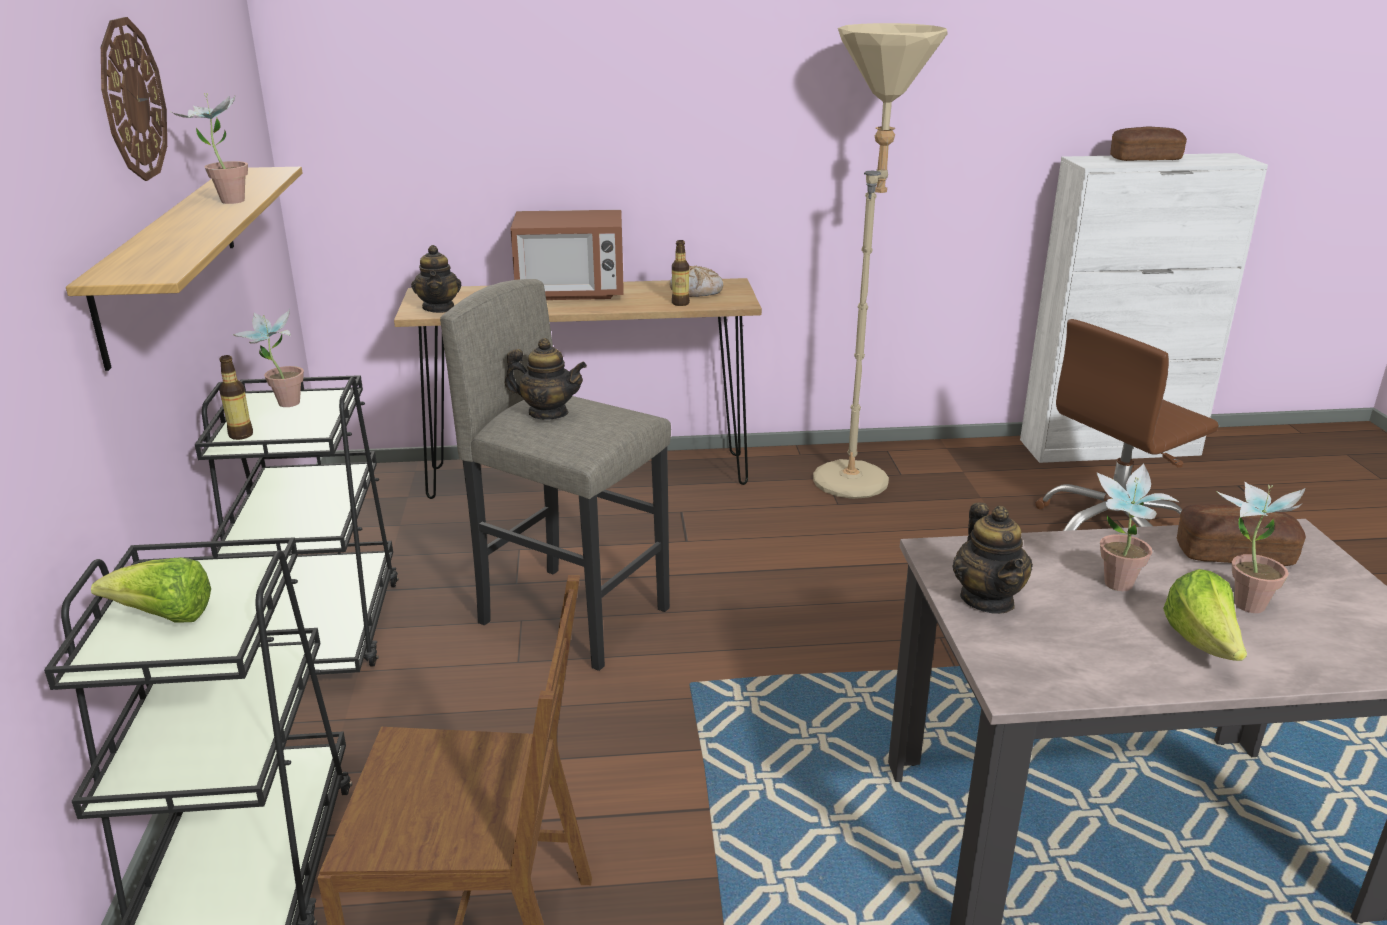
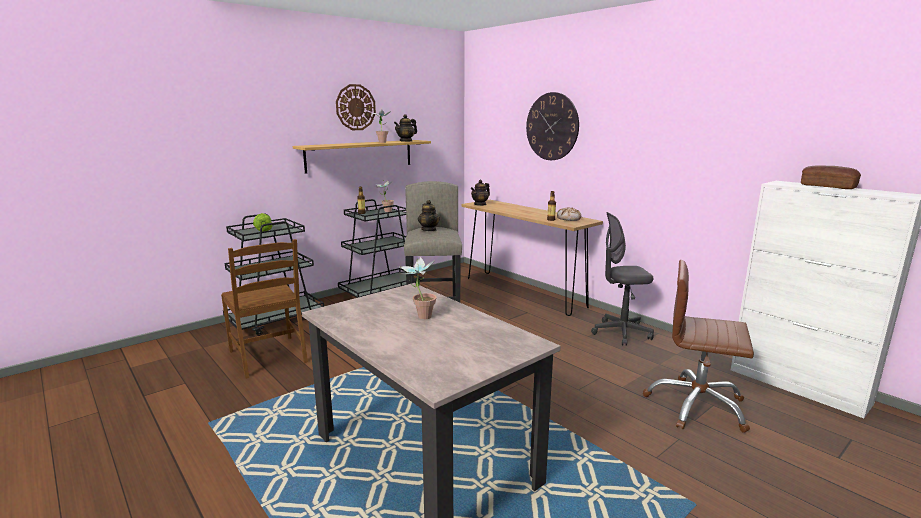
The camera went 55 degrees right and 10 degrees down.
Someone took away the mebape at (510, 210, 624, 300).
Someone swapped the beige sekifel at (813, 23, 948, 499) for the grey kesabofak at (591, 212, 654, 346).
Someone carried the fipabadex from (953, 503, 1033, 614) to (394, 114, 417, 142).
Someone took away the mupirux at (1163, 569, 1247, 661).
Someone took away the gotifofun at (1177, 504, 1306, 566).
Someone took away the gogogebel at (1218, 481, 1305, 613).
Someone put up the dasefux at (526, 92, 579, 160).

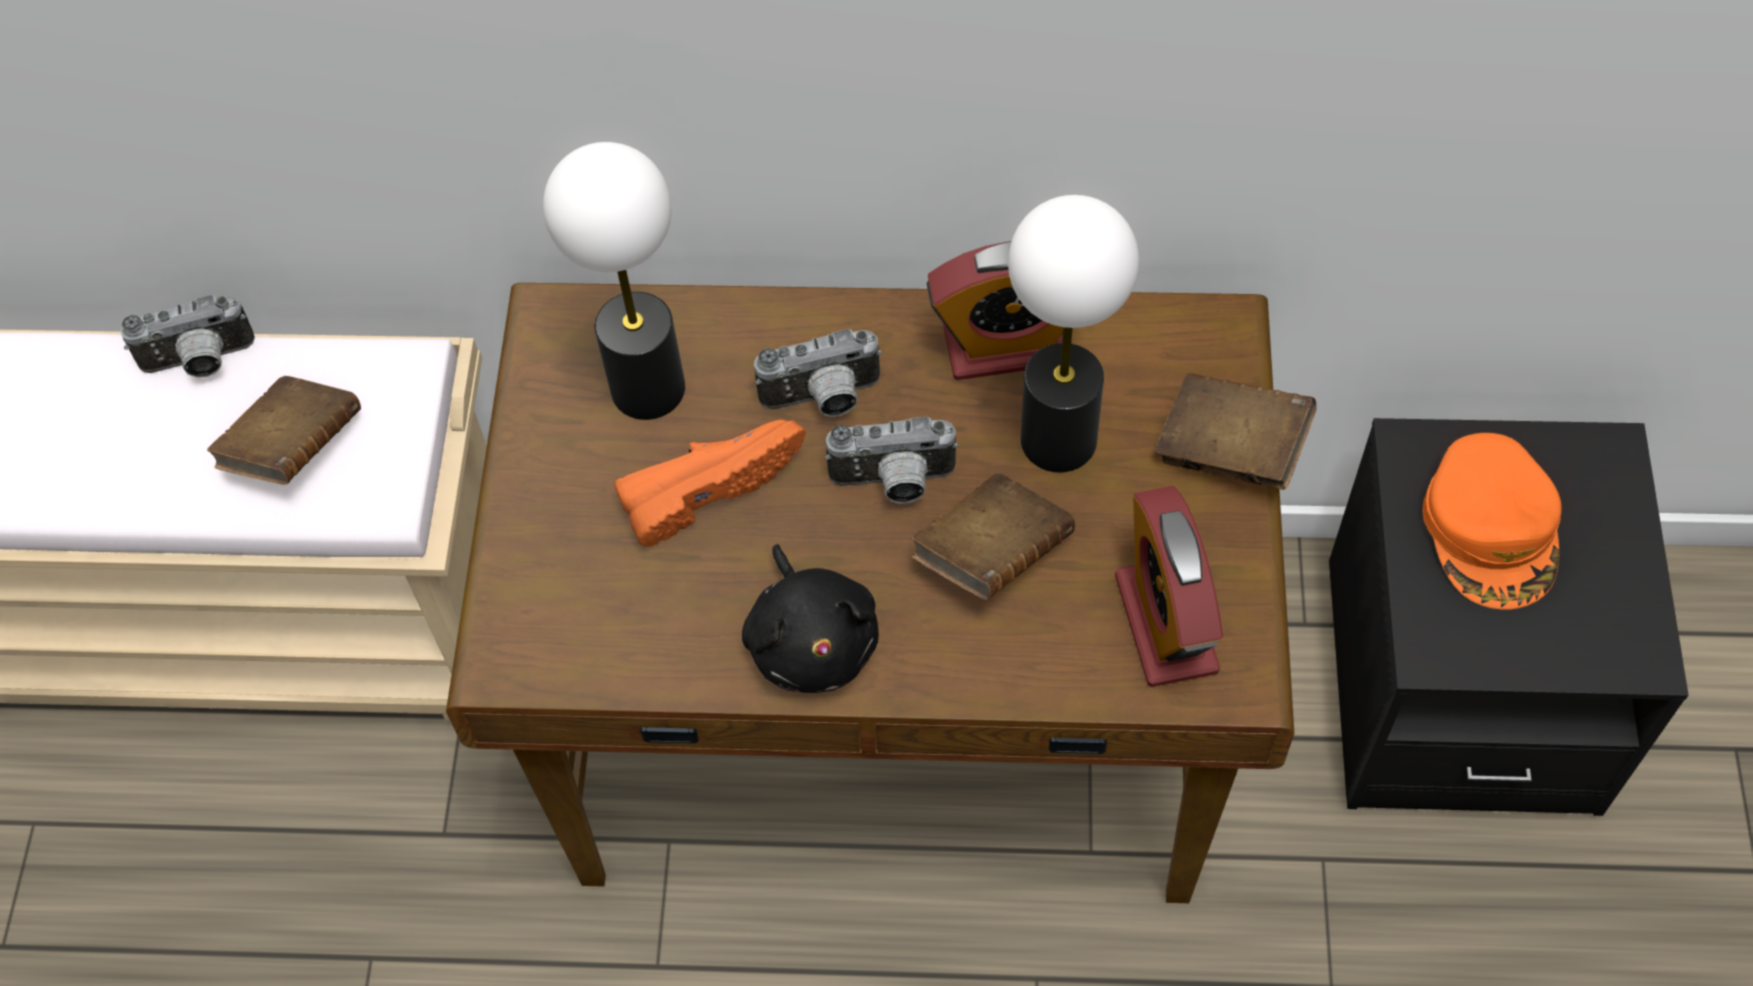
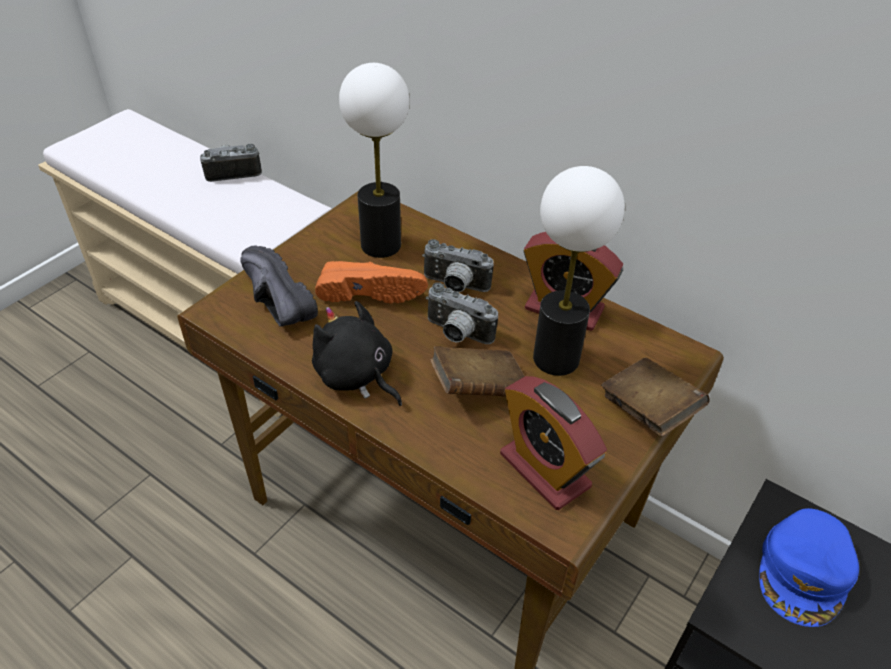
The camera went 30 degrees right and 15 degrees down.
Someone rotated the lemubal at (120, 295, 255, 378) by 150 degrees clockwise.
Someone took away the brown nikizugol at (207, 376, 361, 485).
Someone rotated the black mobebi at (742, 544, 879, 693) by 120 degrees clockwise.
Someone rotated the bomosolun at (1115, 486, 1223, 687) by 60 degrees counterclockwise.
Someone repainted the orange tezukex at (1422, 433, 1562, 610), which became the blue tezukex at (759, 508, 859, 627).
Someone put down the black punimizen at (240, 246, 318, 327).

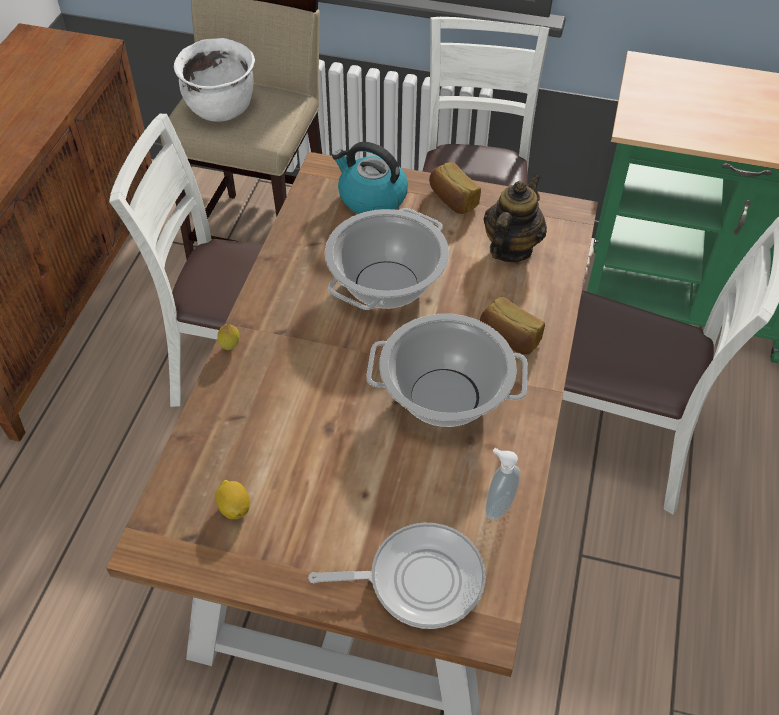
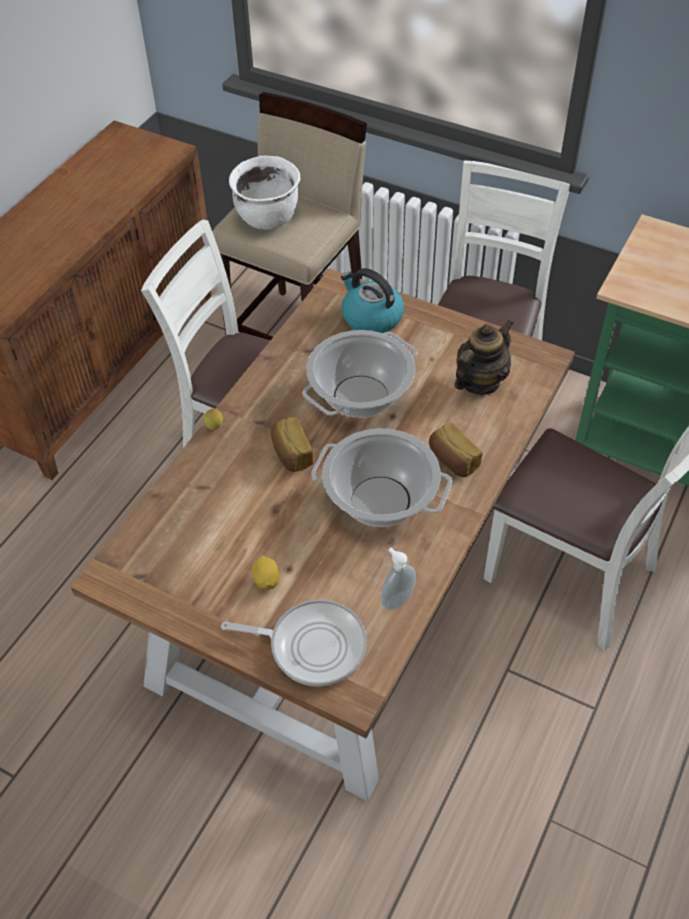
The camera went 15 degrees right and 0 degrees up.
Someone carried the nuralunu from (215, 480, 250, 519) to (252, 556, 280, 590).
Someone carried the gotifofun from (429, 162, 481, 214) to (271, 417, 313, 472).

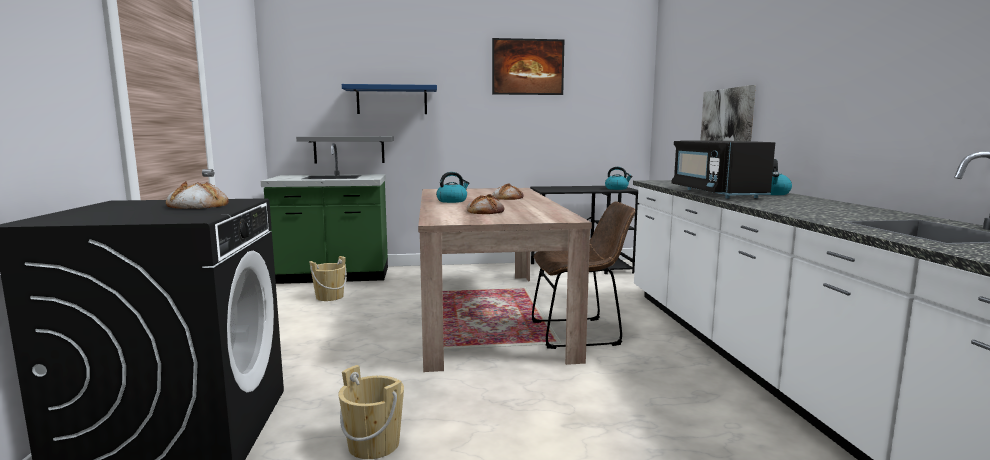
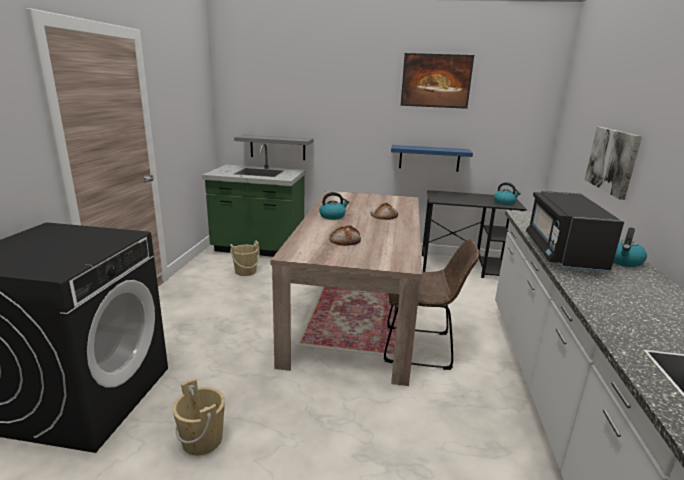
The camera went 15 degrees right and 10 degrees up.
Someone took away the gotifofun at (166, 181, 229, 209).
Someone carried the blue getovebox from (342, 84, 437, 114) to (391, 145, 473, 172).

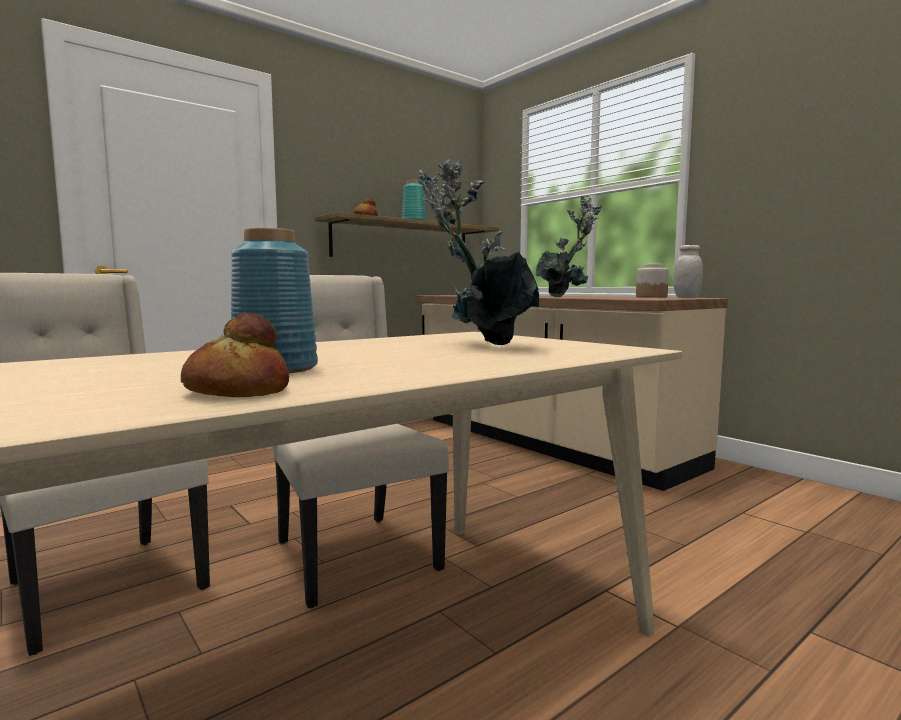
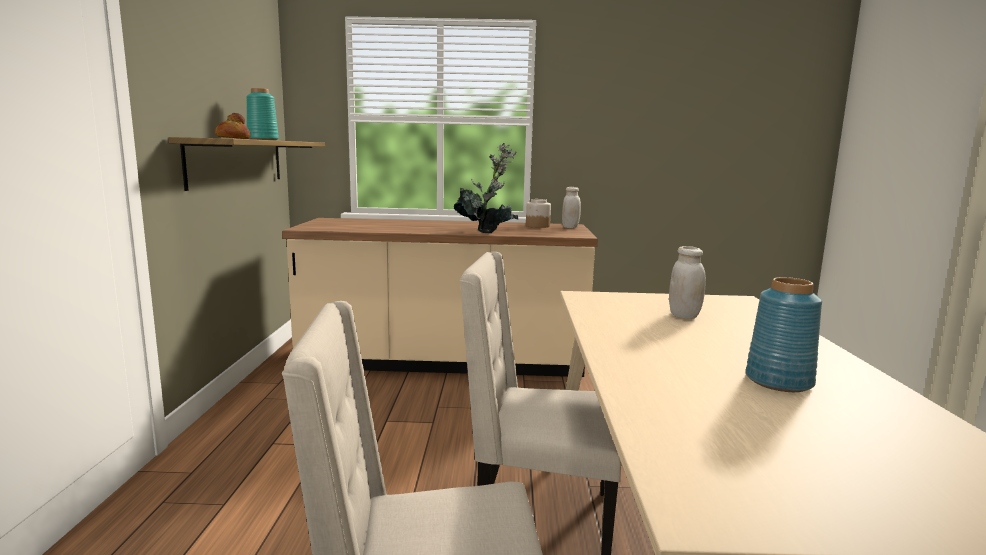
The camera went 50 degrees left and 5 degrees up.
Someone took away the gotifofun at (181, 313, 289, 397).
Someone swapped the gogogebel at (418, 160, 539, 345) for the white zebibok at (669, 246, 706, 319).

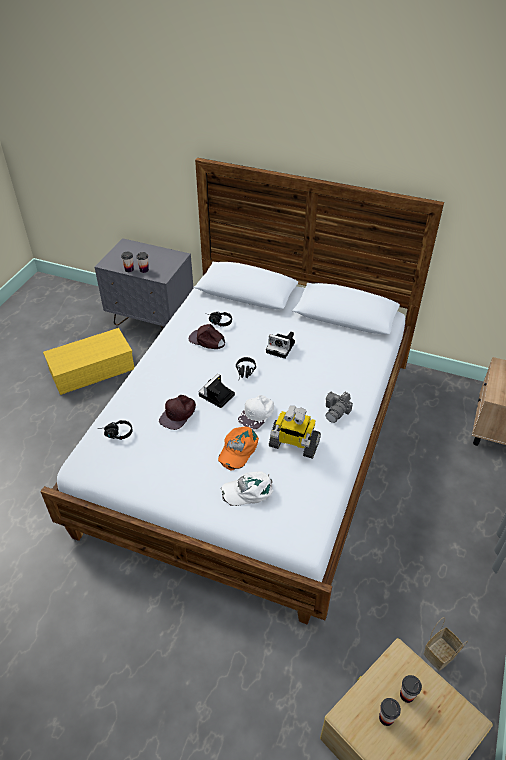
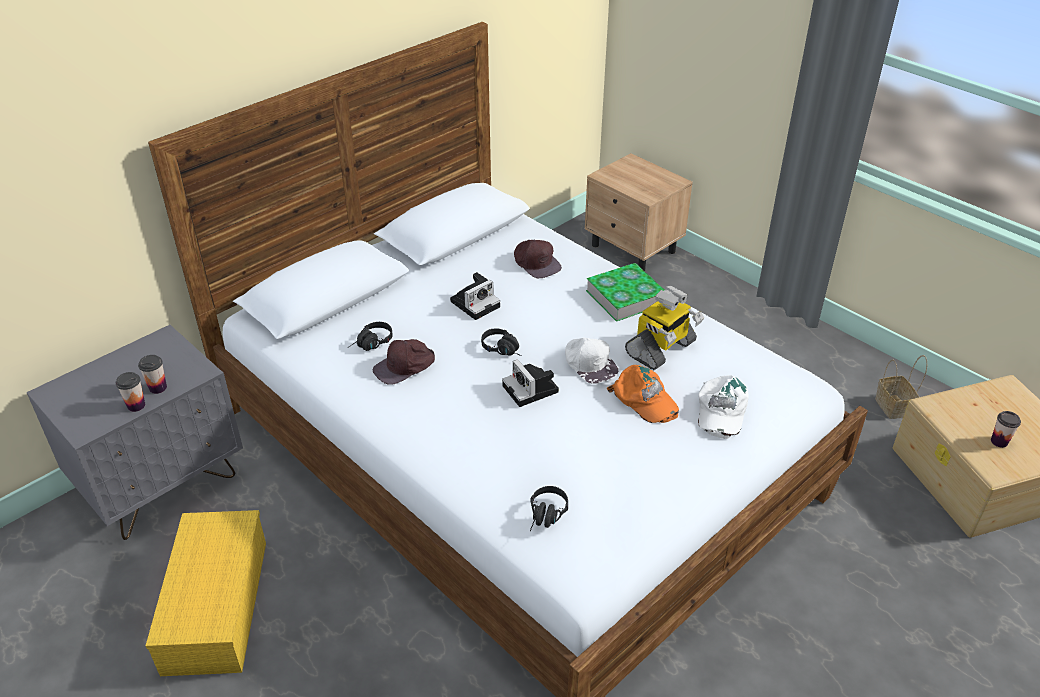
The camera went 65 degrees left and 5 degrees down.
Someone carried the brown tezukex from (159, 395, 196, 430) to (514, 239, 562, 278).
Someone swapped the lemubal at (326, 392, 353, 423) for the nikizugol at (586, 263, 664, 322).
Someone took away the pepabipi at (400, 675, 422, 703).

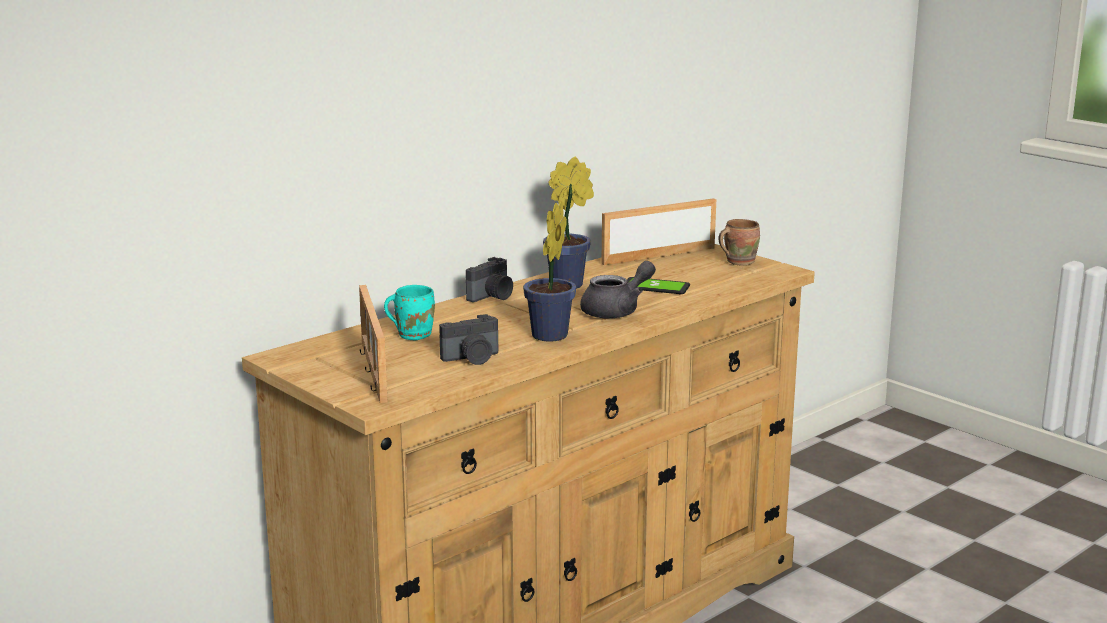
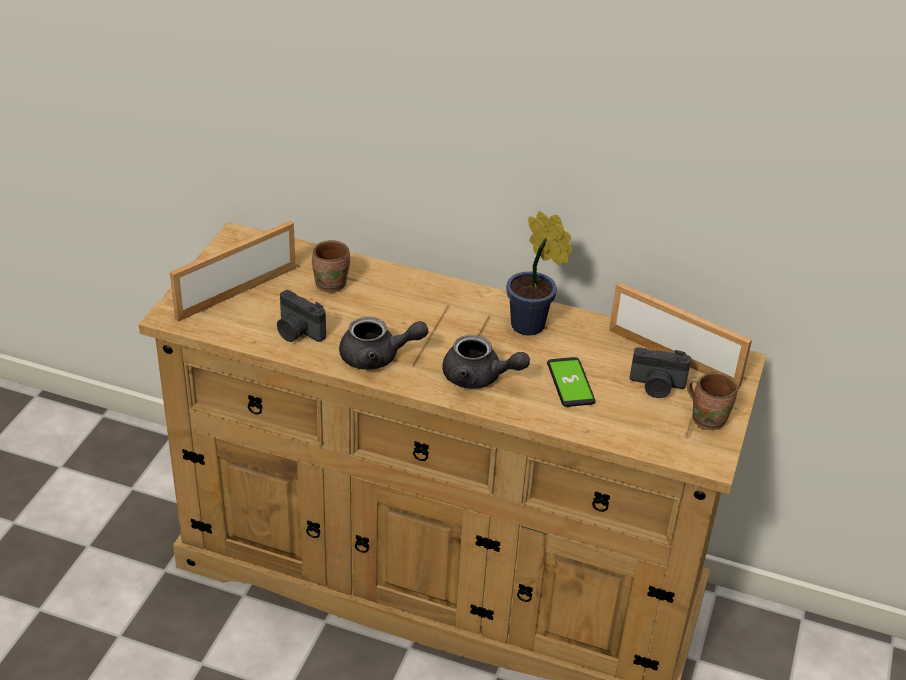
The camera went 60 degrees right and 20 degrees up.
Someone repainted the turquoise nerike at (384, 285, 435, 340), which became the brown nerike at (312, 240, 350, 292).
Someone carried the lemubal from (466, 257, 513, 302) to (630, 347, 691, 398).
Someone swapped the gogogebel at (523, 202, 576, 342) for the grey fipabadex at (339, 317, 428, 370).

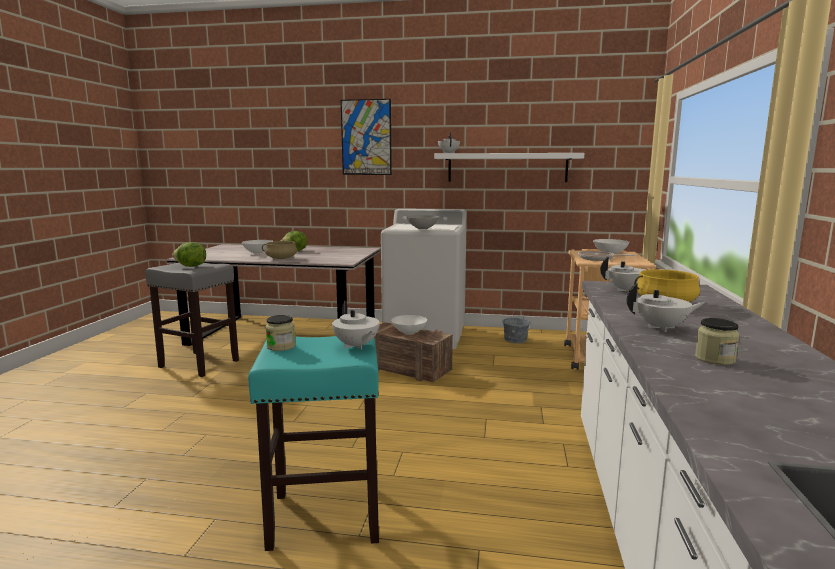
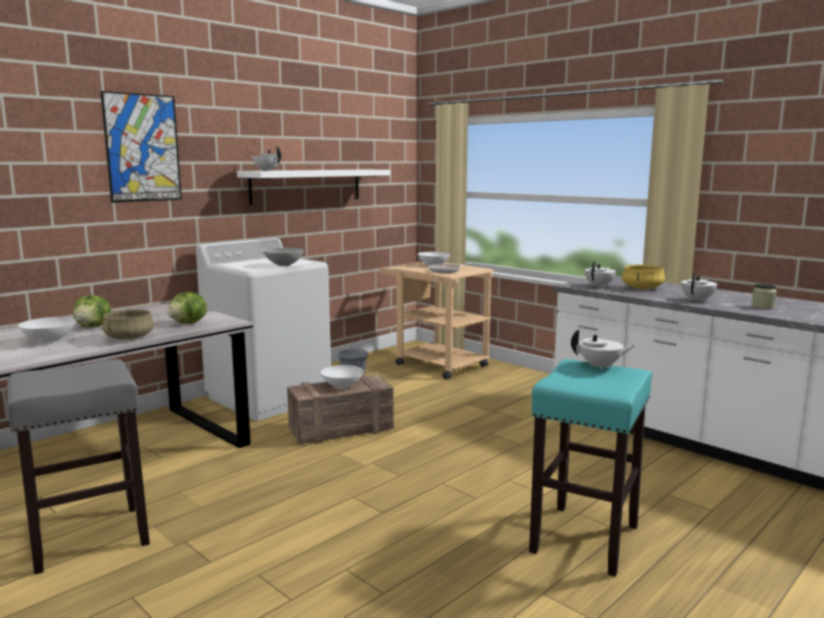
The camera went 55 degrees left and 0 degrees up.
Someone carried the mupirux from (172, 242, 206, 267) to (167, 292, 207, 323).
Someone took away the zebibok at (266, 315, 296, 351).

